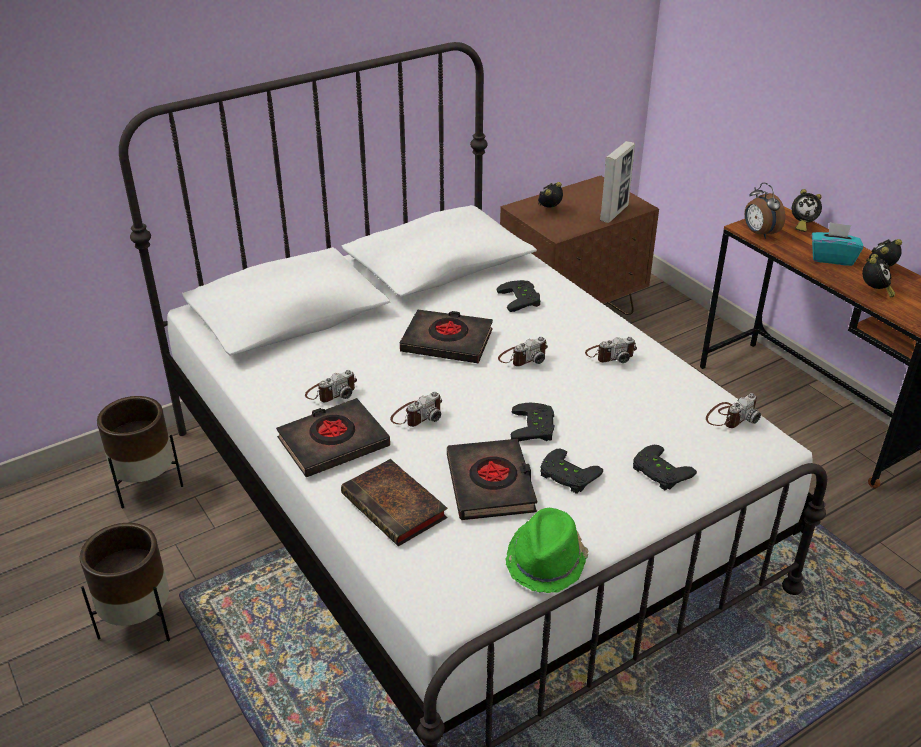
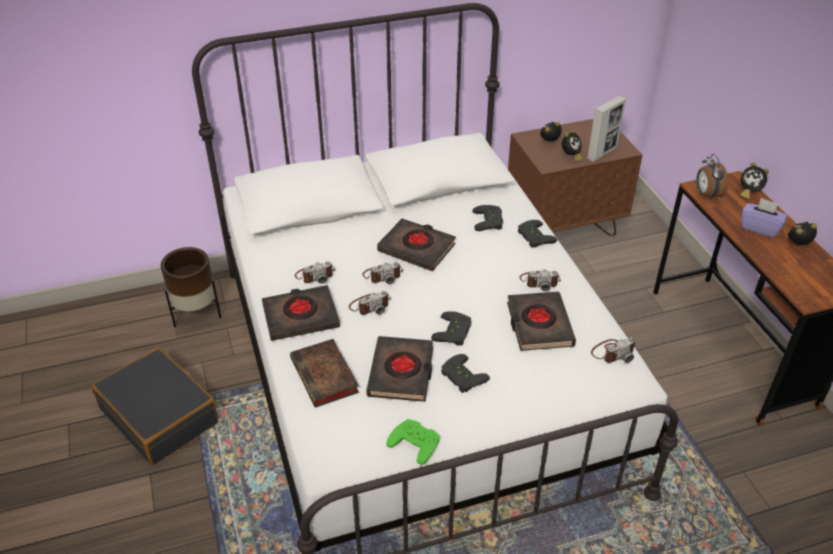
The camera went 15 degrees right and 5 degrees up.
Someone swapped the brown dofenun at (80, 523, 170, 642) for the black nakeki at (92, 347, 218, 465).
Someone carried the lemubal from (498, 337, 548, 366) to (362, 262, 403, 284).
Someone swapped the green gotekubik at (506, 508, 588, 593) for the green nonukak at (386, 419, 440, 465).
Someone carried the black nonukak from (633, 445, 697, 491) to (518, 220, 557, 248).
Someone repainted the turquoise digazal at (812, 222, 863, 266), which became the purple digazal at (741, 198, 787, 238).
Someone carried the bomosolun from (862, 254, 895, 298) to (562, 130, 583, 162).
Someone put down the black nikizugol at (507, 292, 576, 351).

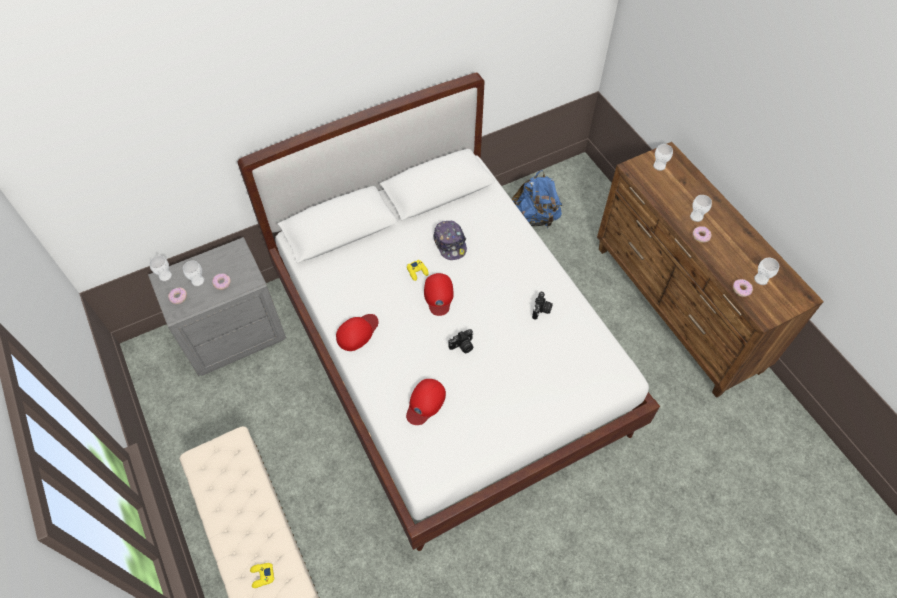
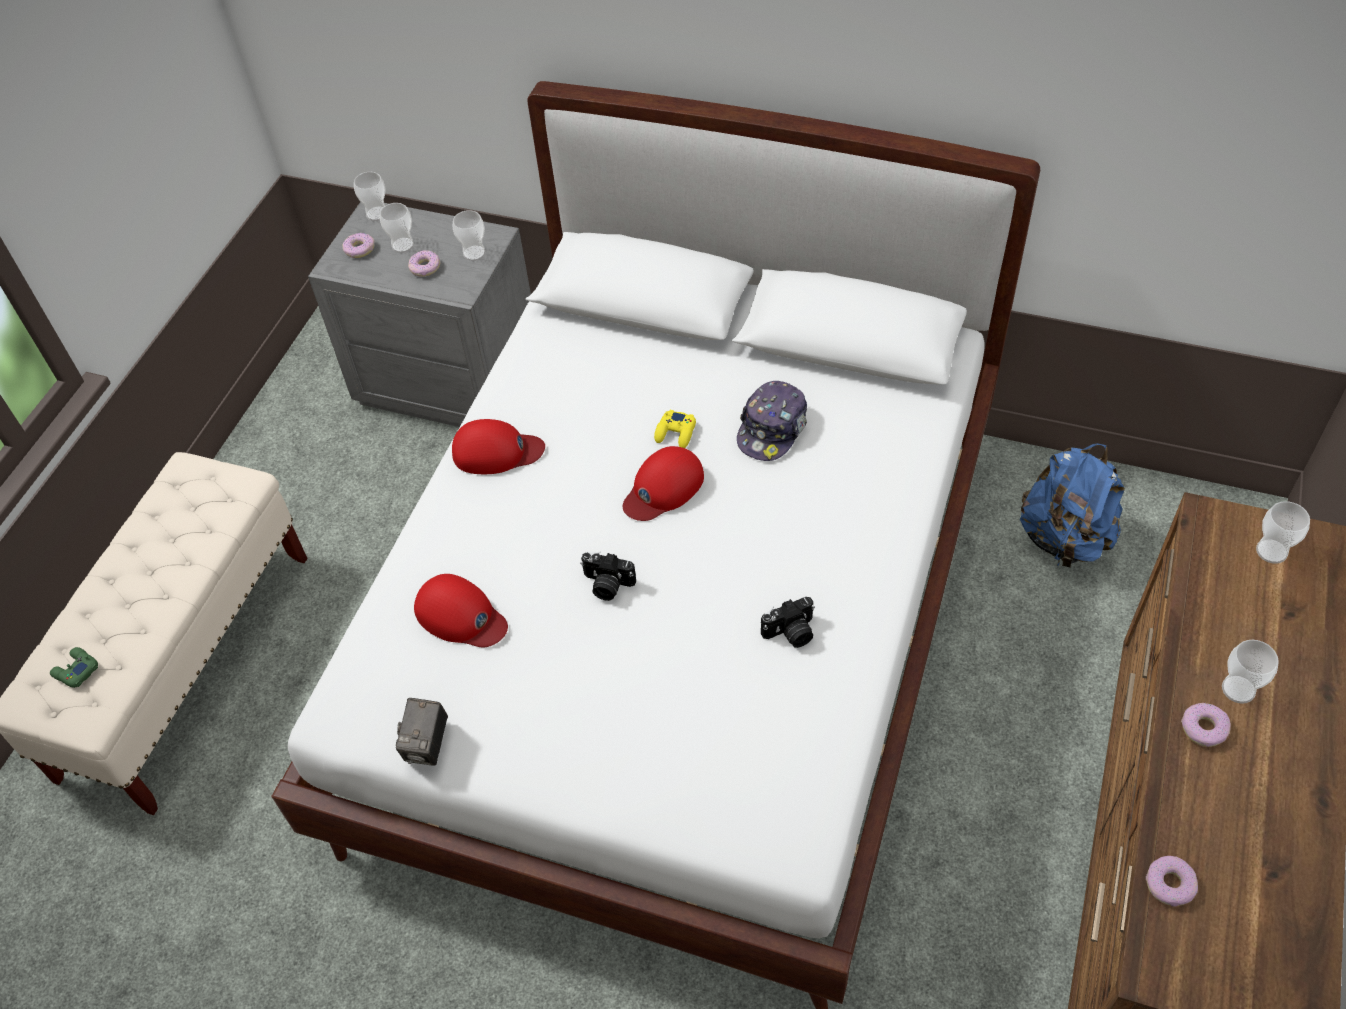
The camera went 50 degrees right and 5 degrees down.
Someone repainted the yellow nonukak at (250, 563, 274, 588), which became the green nonukak at (50, 647, 98, 688).
Someone rotated the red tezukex at (406, 379, 446, 425) by 135 degrees counterclockwise.
Someone carried the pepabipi from (754, 258, 779, 285) to (452, 210, 486, 261).
Someone put down the lemubal at (396, 698, 448, 766).

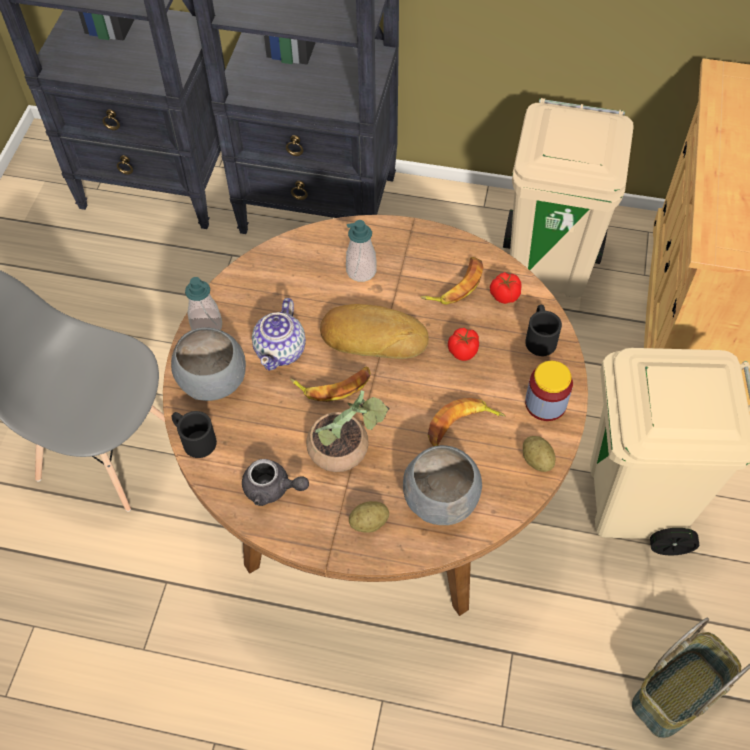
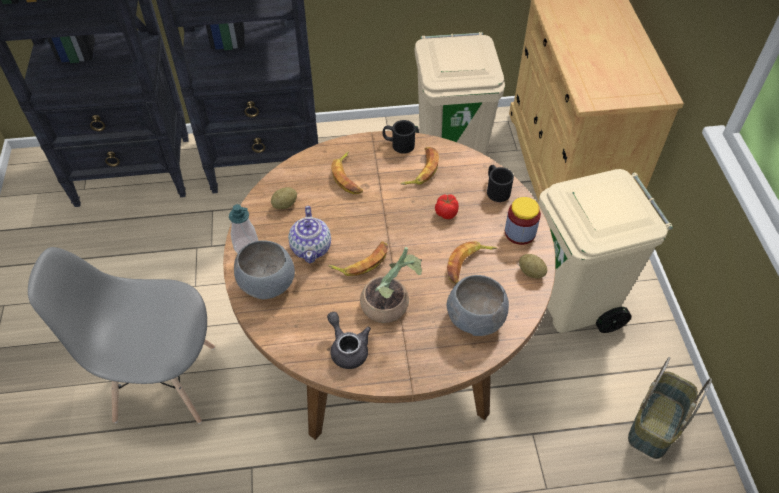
The camera went 20 degrees left and 5 degrees down.
Someone carried the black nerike from (171, 411, 217, 458) to (382, 120, 415, 154).
Someone rotated the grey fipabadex at (242, 459, 309, 506) by 120 degrees counterclockwise.
Someone took away the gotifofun at (320, 304, 429, 359).
Someone swapped the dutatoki at (346, 220, 376, 282) for the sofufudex at (331, 151, 363, 194).
Someone carried the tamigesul from (349, 501, 389, 533) to (271, 187, 297, 209).
Someone took away the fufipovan at (490, 272, 521, 304).

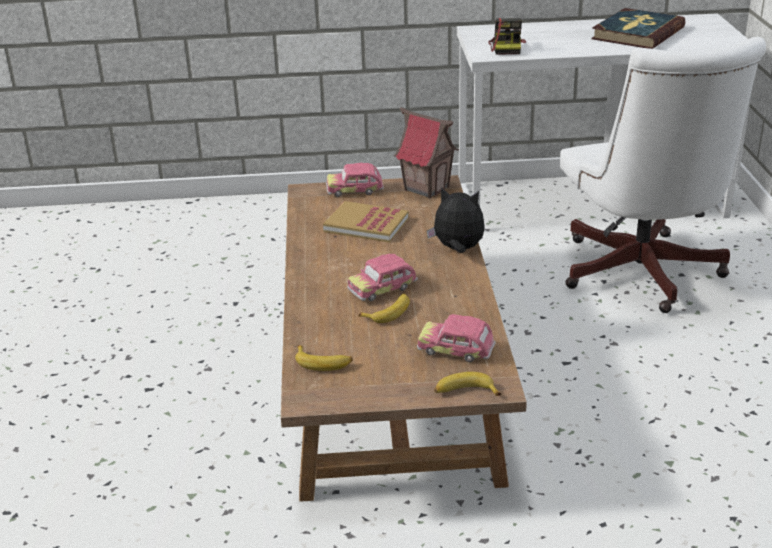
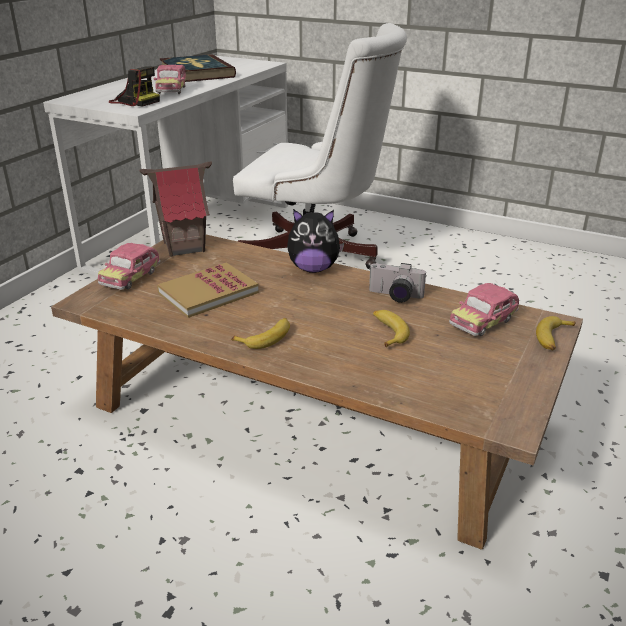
The camera went 60 degrees left and 0 degrees up.
Someone carried the sofufudex from (295, 345, 353, 371) to (231, 318, 290, 349).
Someone carried the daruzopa from (347, 254, 418, 301) to (153, 65, 186, 94).
Someone rotated the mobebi at (427, 187, 485, 253) by 135 degrees counterclockwise.
Someone put down the lemubal at (369, 263, 427, 303).

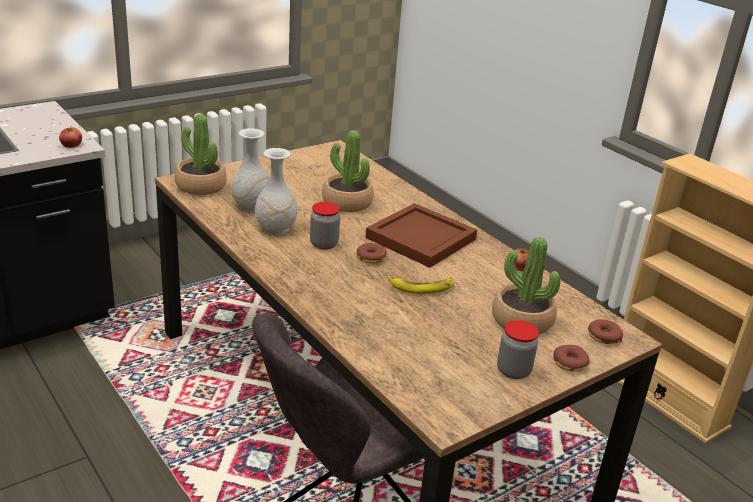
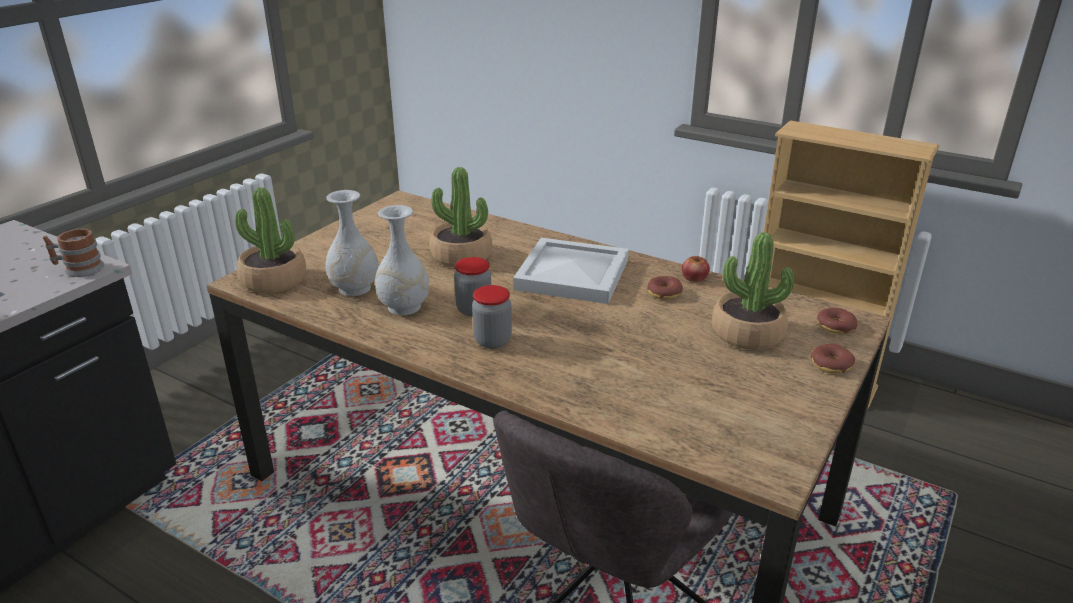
The camera went 20 degrees left and 0 degrees up.
Someone swapped the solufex at (59, 127, 82, 148) for the nerike at (43, 229, 104, 277).
Someone carried the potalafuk from (357, 243, 387, 264) to (647, 276, 683, 300).
Someone repainted the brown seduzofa at (365, 203, 477, 268), which became the white seduzofa at (513, 238, 629, 304).
Someone took away the sofufudex at (387, 276, 454, 294).
Someone carried the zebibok from (497, 320, 539, 379) to (472, 285, 512, 349).

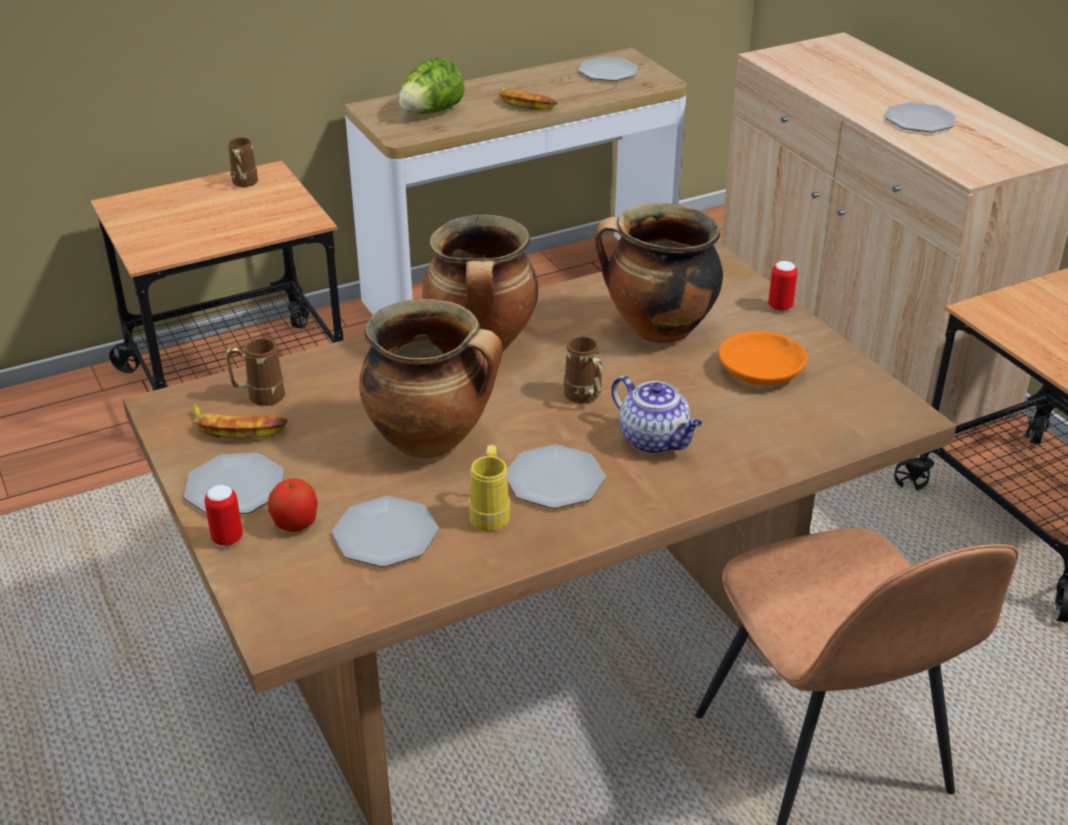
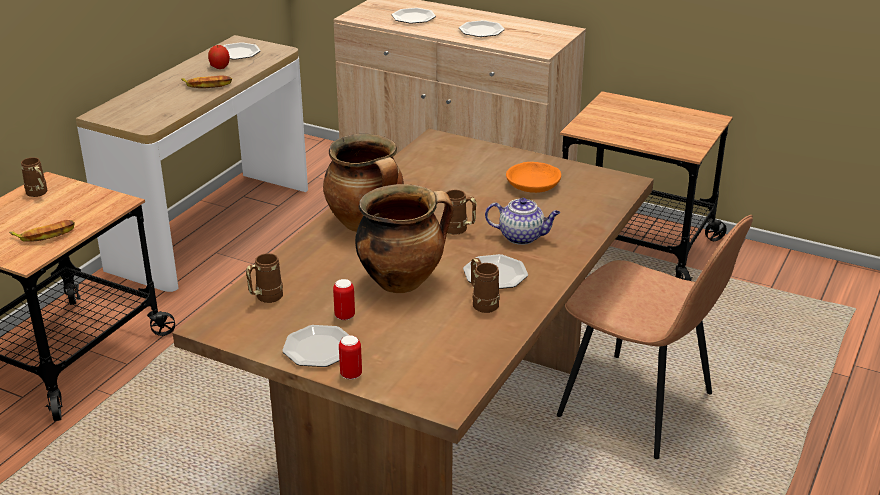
The camera went 35 degrees left and 5 degrees down.
Someone carried the sofufudex from (193, 404, 288, 439) to (9, 220, 75, 242).
Someone carried the solufex from (268, 478, 318, 532) to (208, 45, 230, 69).
Someone carried the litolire from (332, 496, 438, 567) to (392, 8, 436, 24).
Someone took away the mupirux at (399, 57, 464, 114).
Someone repainted the yellow nerike at (469, 444, 510, 531), which became the brown nerike at (471, 258, 500, 313).
Someone took away the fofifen at (595, 203, 723, 343).
Someone carried the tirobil from (768, 261, 798, 311) to (333, 279, 355, 320).

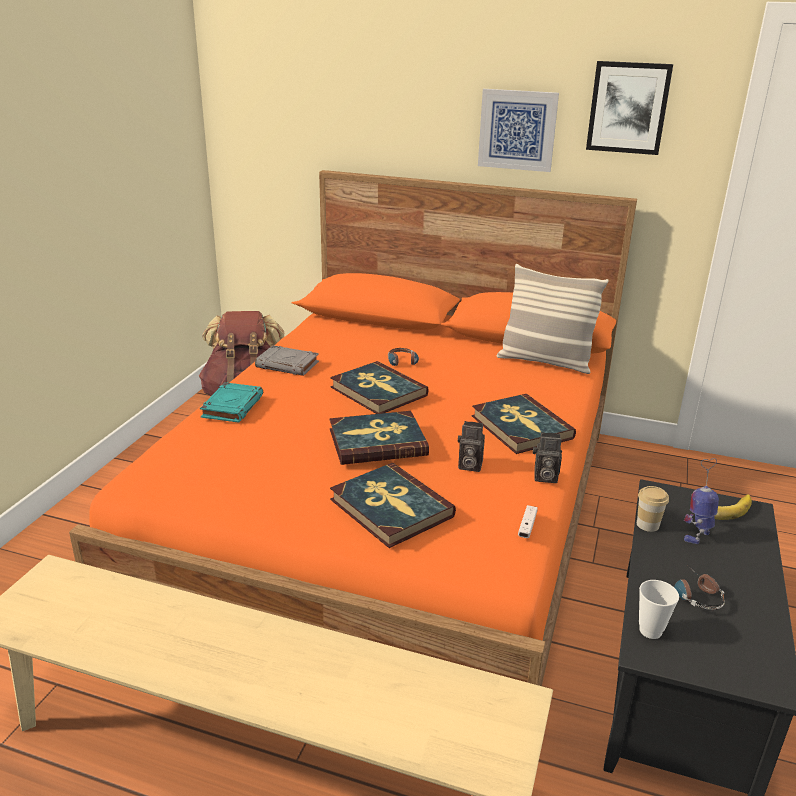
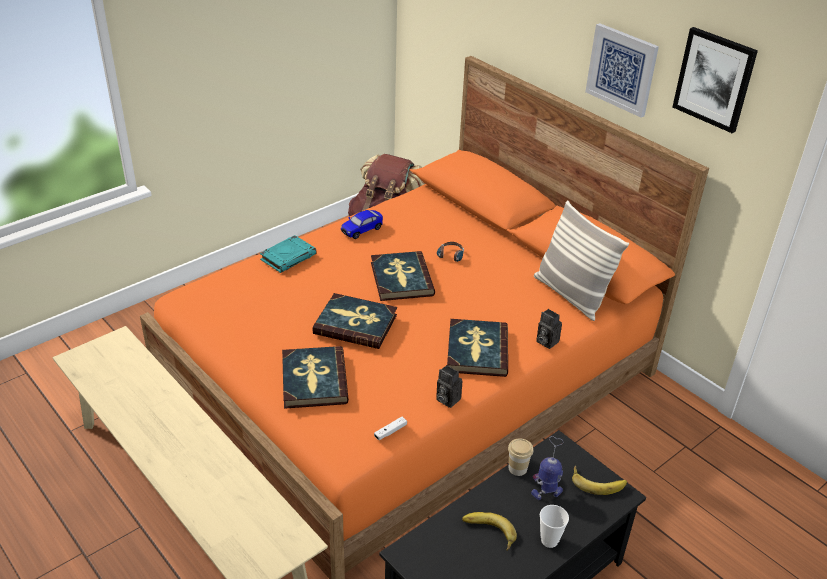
The camera went 30 degrees right and 10 degrees up.
Someone swapped the grey nikizugol at (255, 345, 319, 376) for the daruzopa at (341, 210, 383, 239).
Someone carried the lemubal from (458, 421, 485, 472) to (536, 309, 562, 349).
Someone carried the pepabipi from (639, 580, 679, 639) to (540, 505, 569, 548).
Someone swapped the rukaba at (674, 566, 725, 610) for the sofufudex at (462, 512, 517, 551).

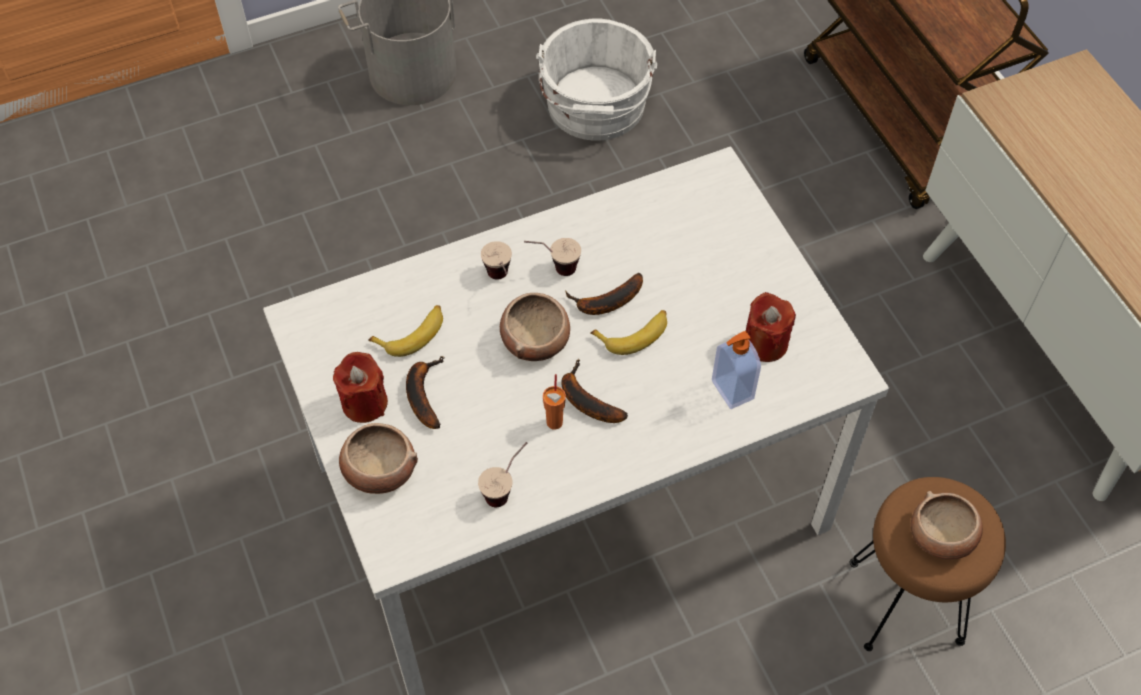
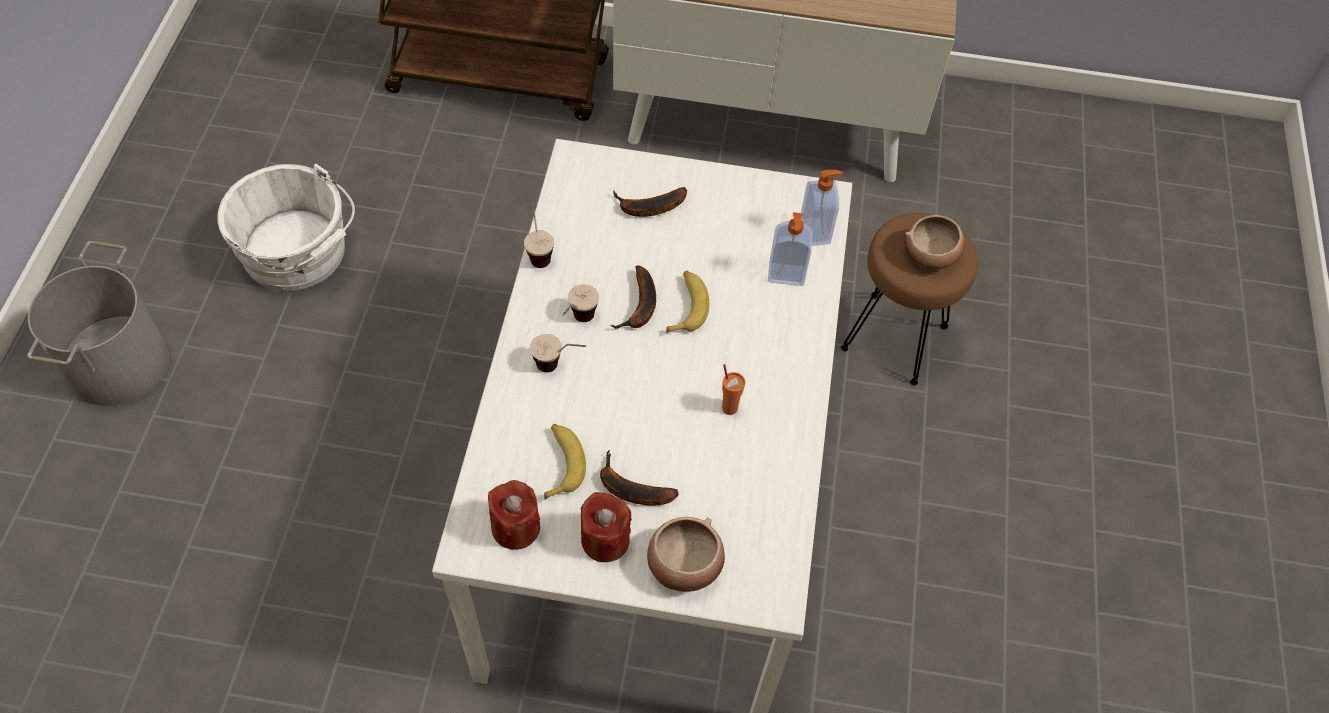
The camera went 60 degrees left and 0 degrees up.
Someone carried the pepabipi from (478, 442, 527, 508) to (524, 198, 554, 268).
Someone took away the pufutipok at (500, 293, 570, 361).
Someone carried the sofufudex from (561, 359, 628, 423) to (613, 187, 687, 217).
Someone carried the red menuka from (746, 292, 796, 362) to (488, 480, 540, 550).
Someone put down the dutatoki at (801, 170, 843, 246).

